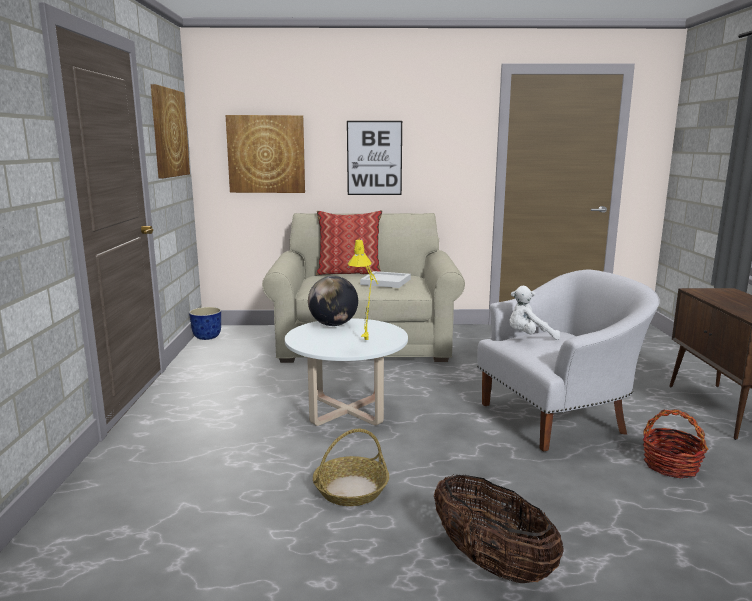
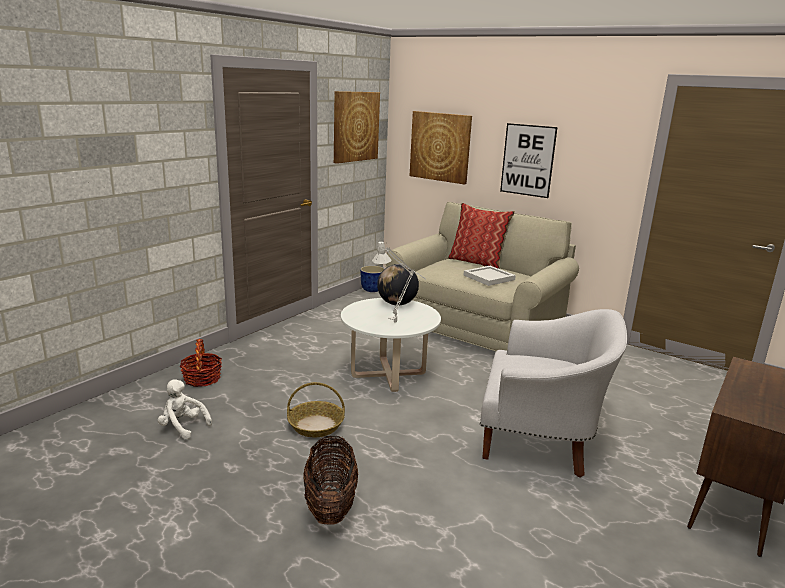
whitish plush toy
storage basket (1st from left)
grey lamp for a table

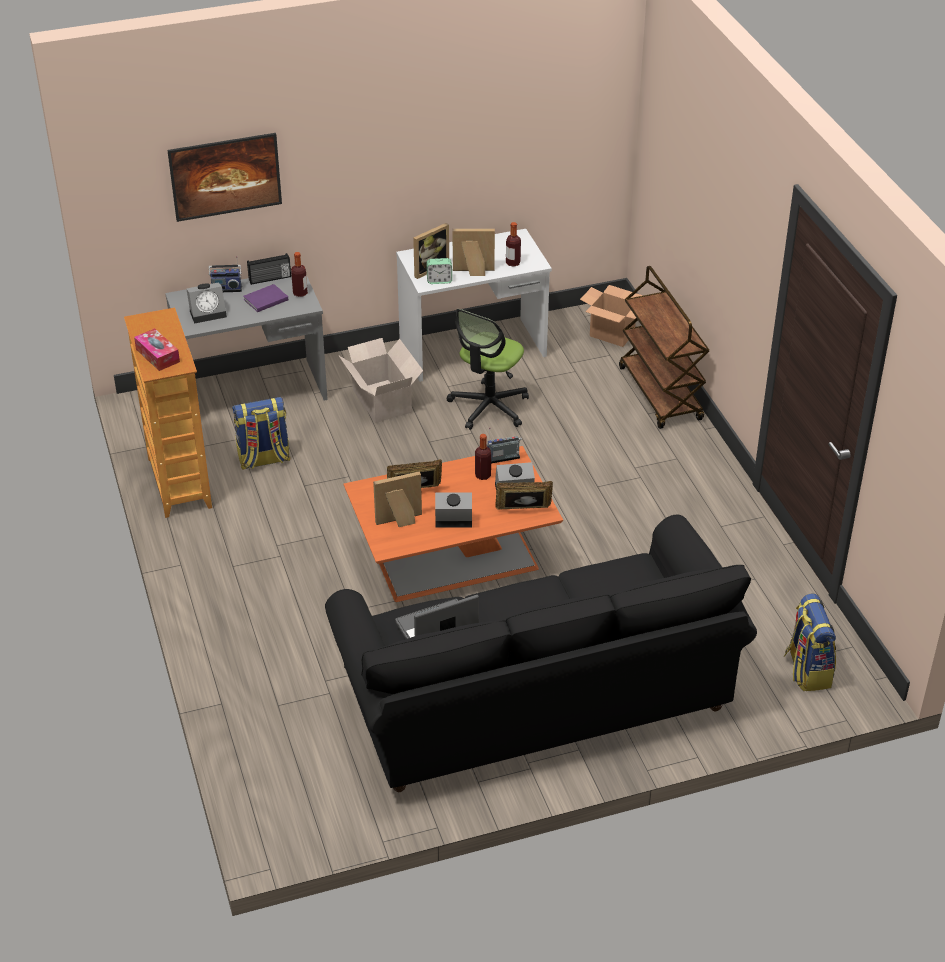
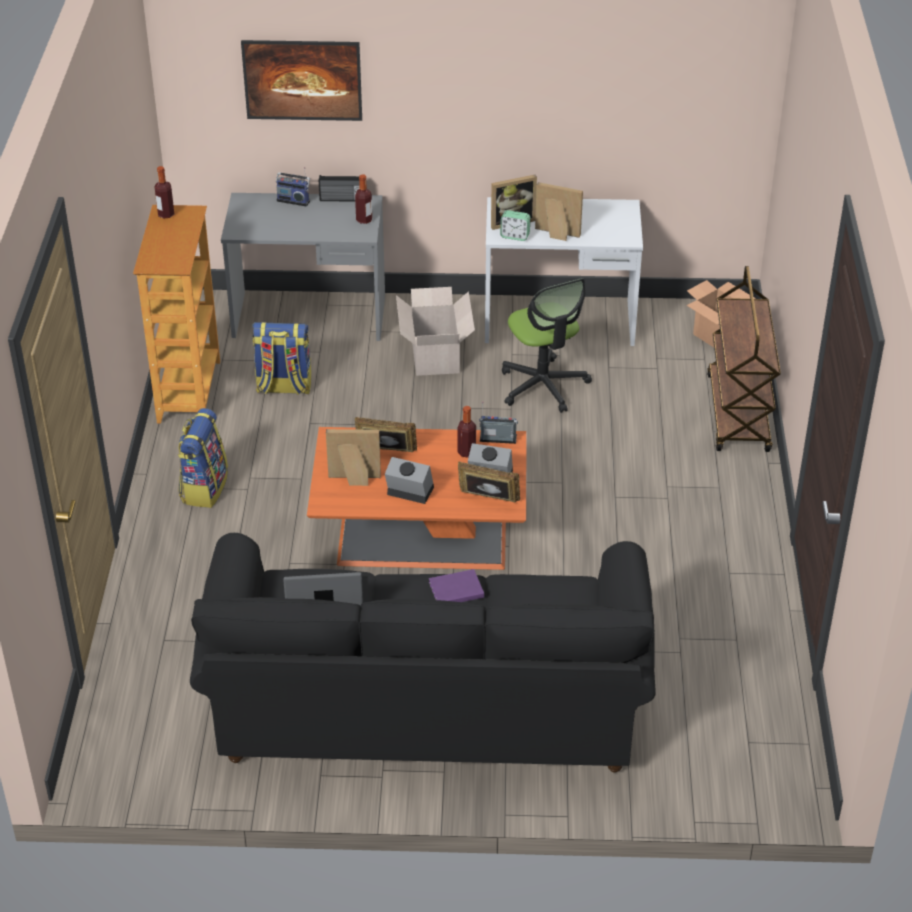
tissue box
alarm clock (1st from left in the first image)
purple bound book
beverage bottle (1st from left)
backpack (1st from left)
office chair

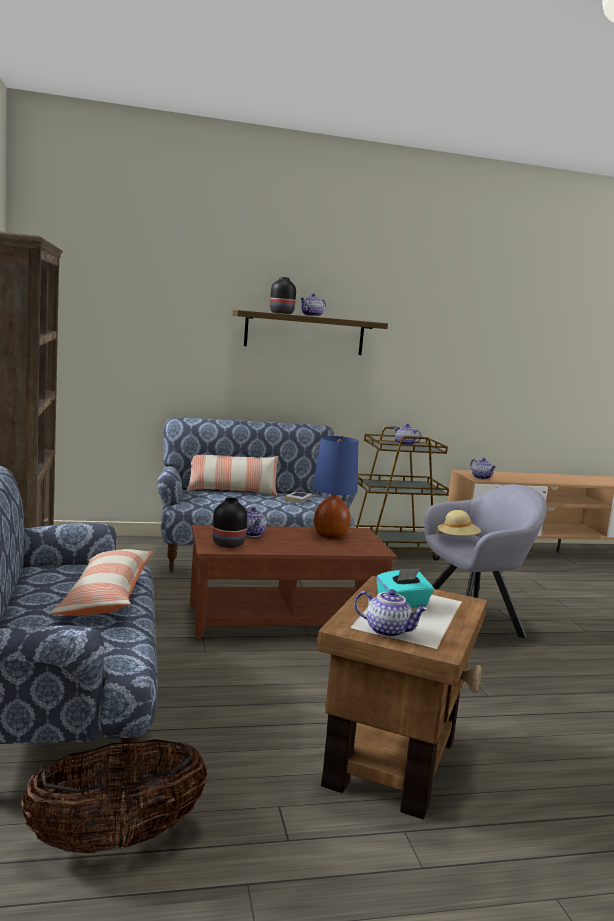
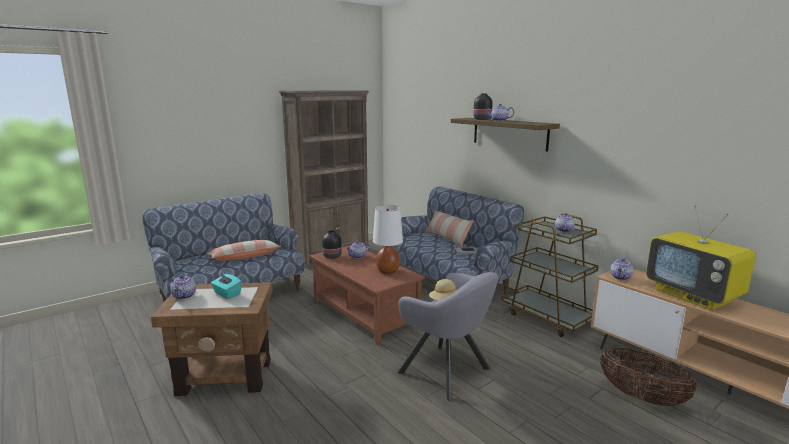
television
storage basket
whitish lamp for a table

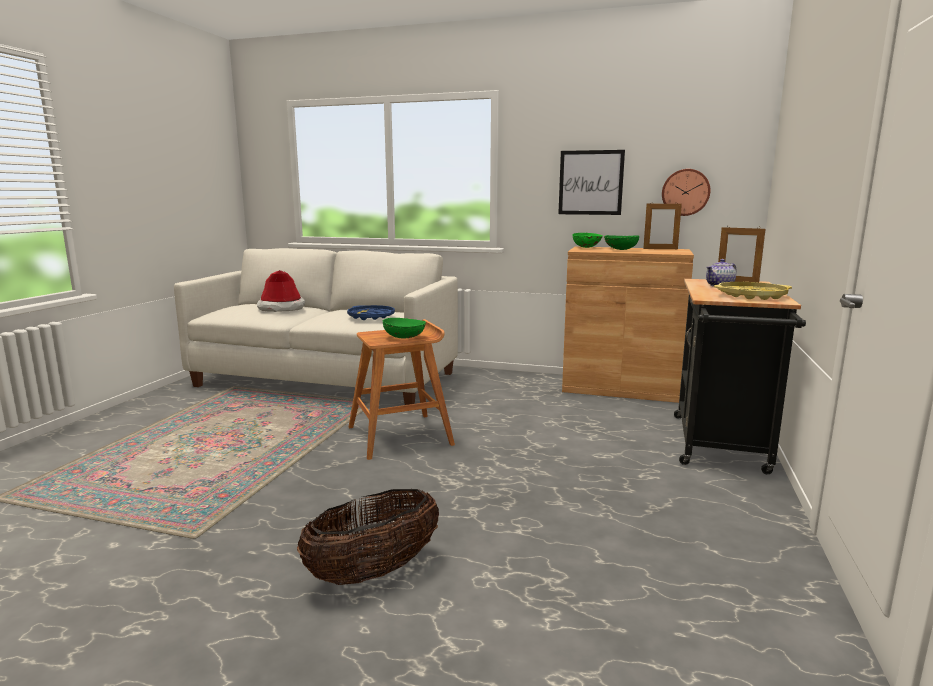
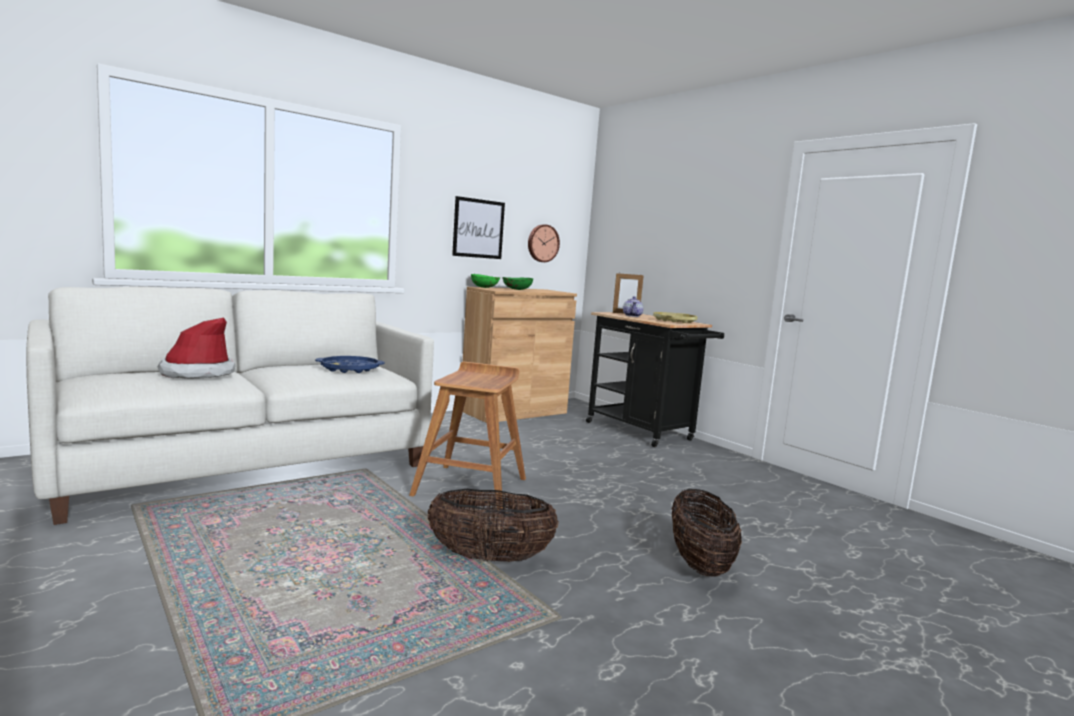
greenish bowl (1st from left in the first image)
photo frame (1st from left in the first image)
storage basket (1st from left)

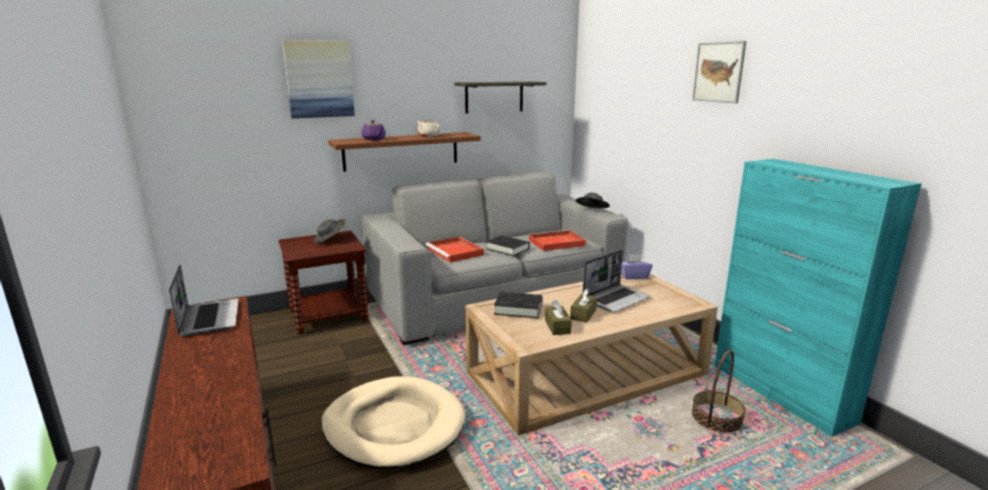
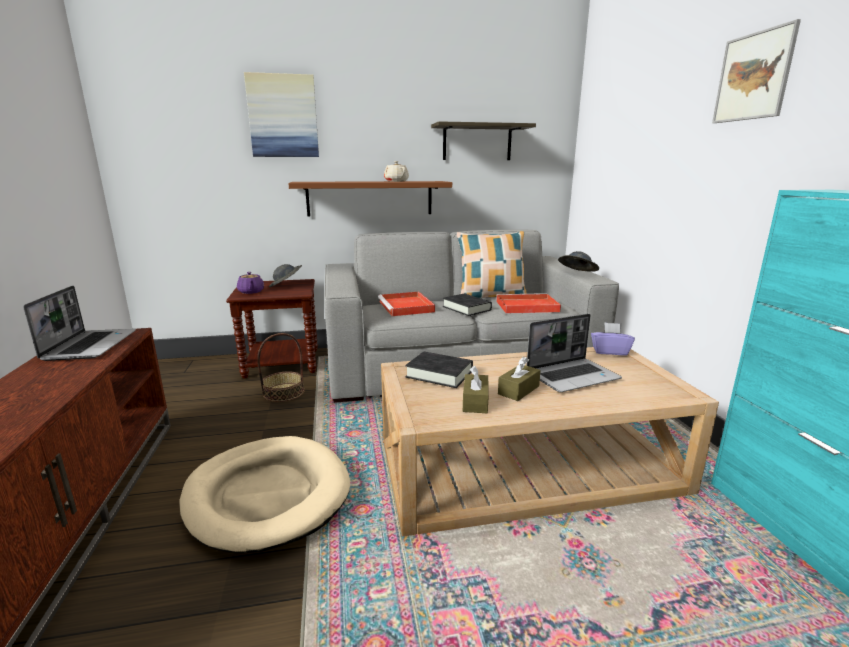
cushion
purple pot for tea
storage basket

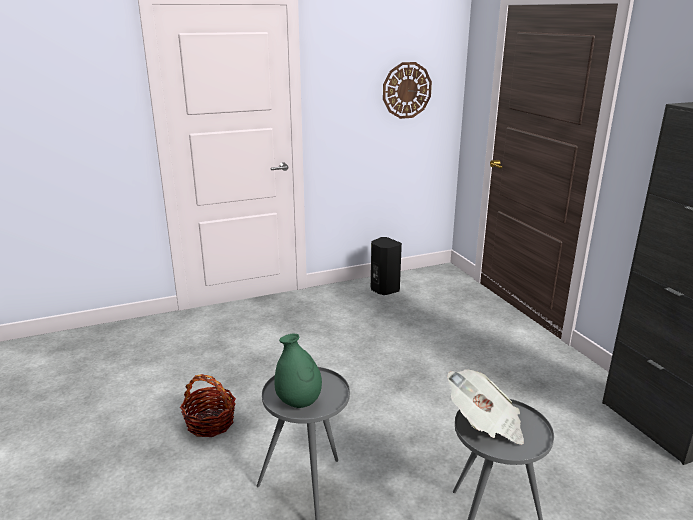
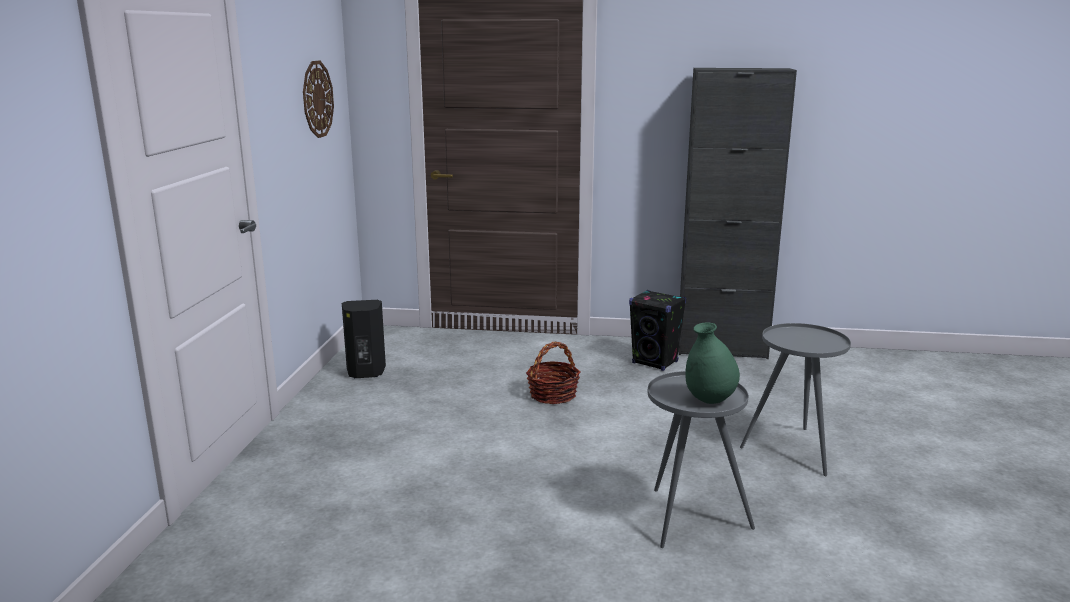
printed paper
blackish audio speaker (2nd from left)
storage basket

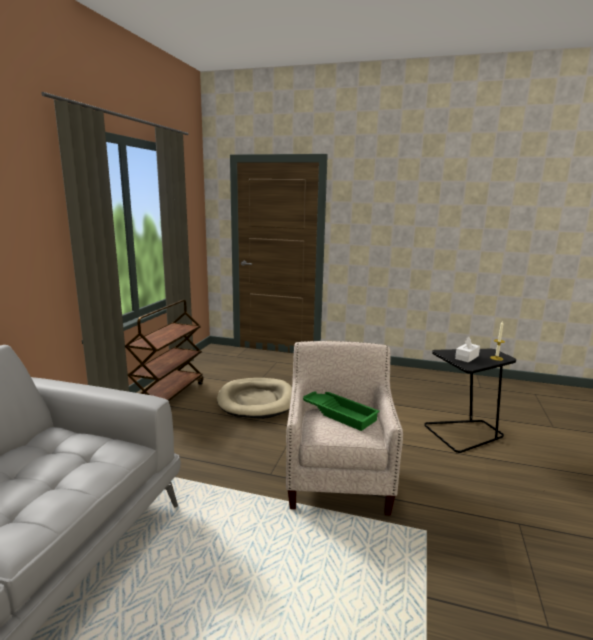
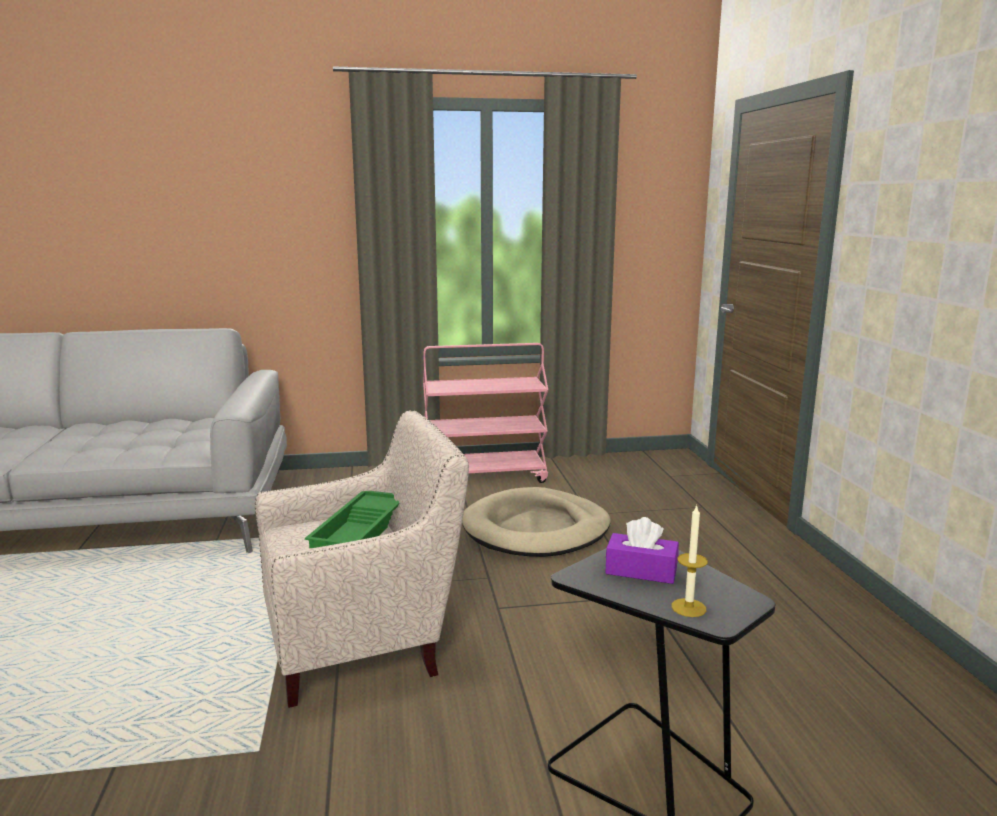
pinkish cart
purple tissue box

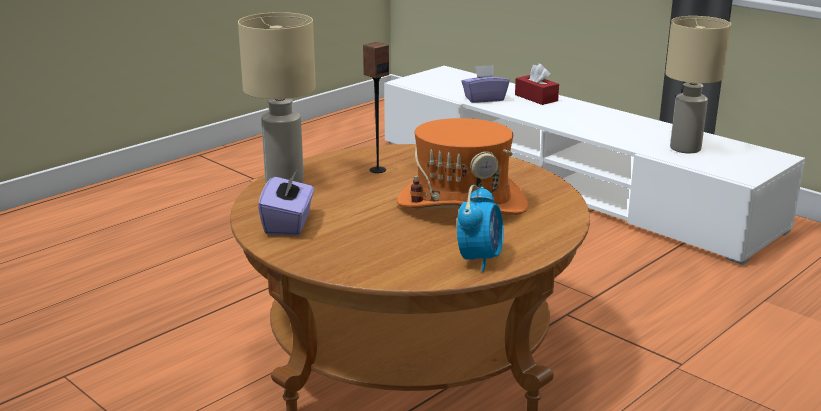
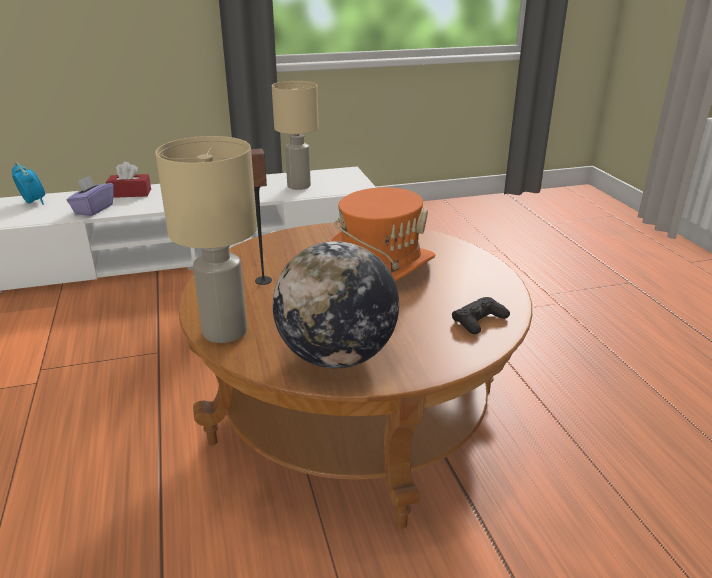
blackish game controller
alarm clock
globe

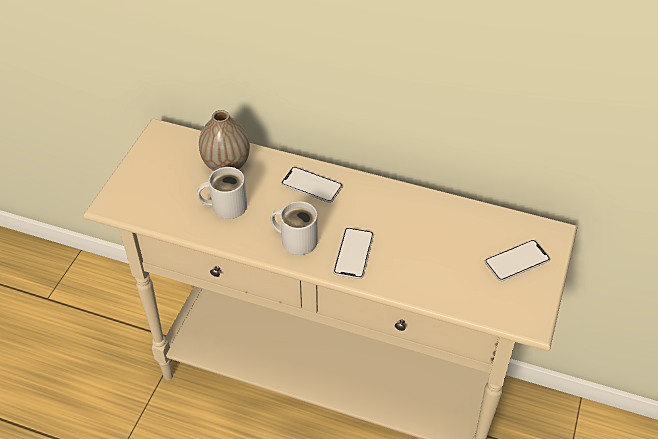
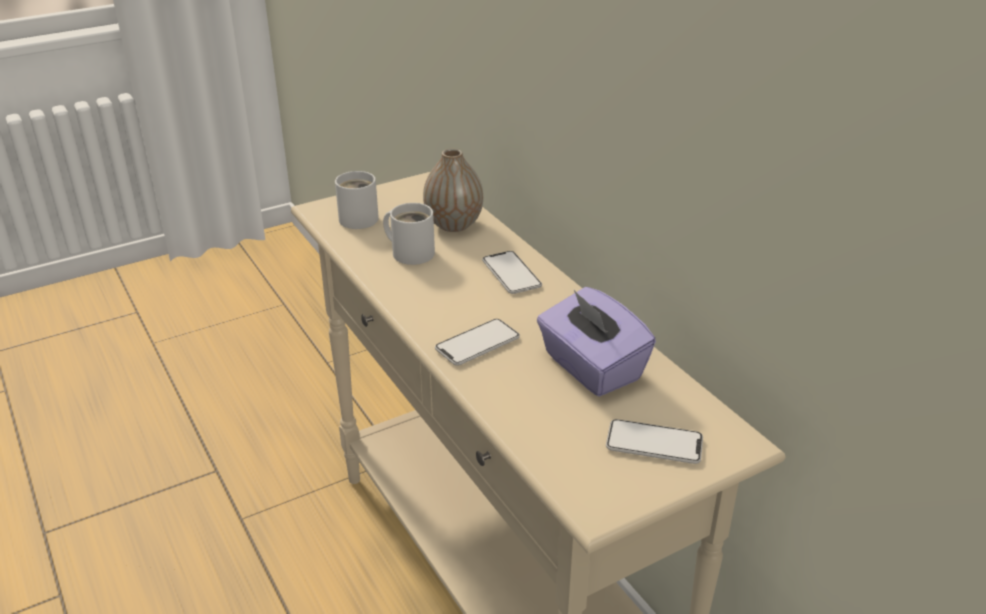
purple tissue box
whitish tea mug (1st from left)

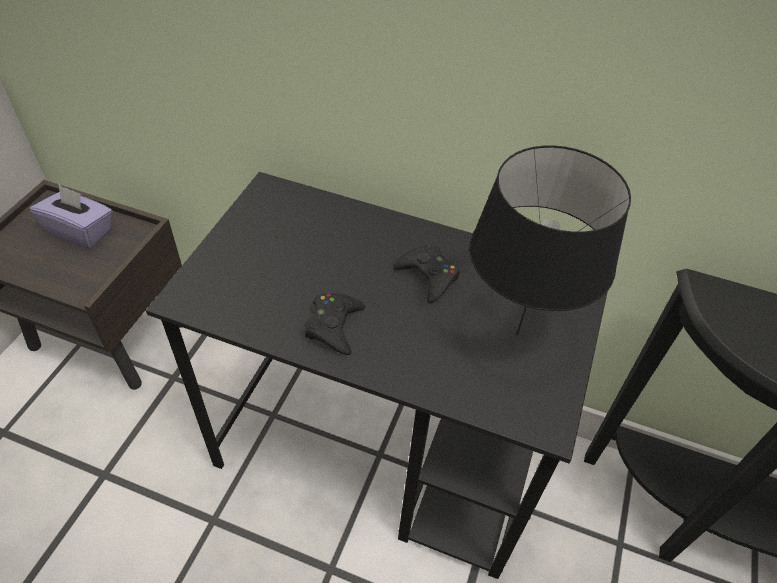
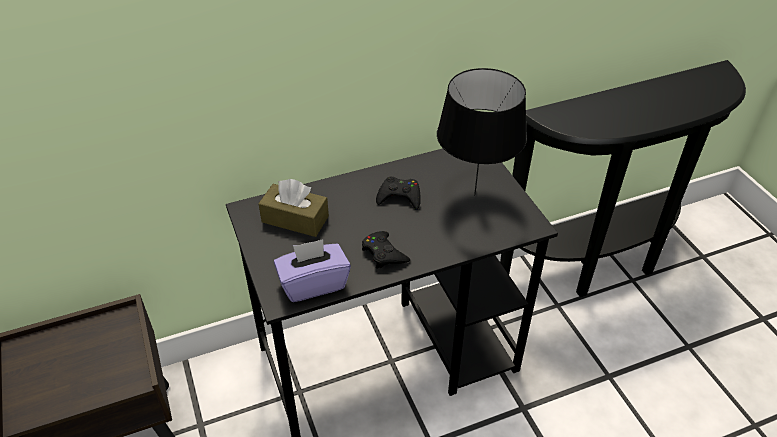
brownish tissue box
purple tissue box

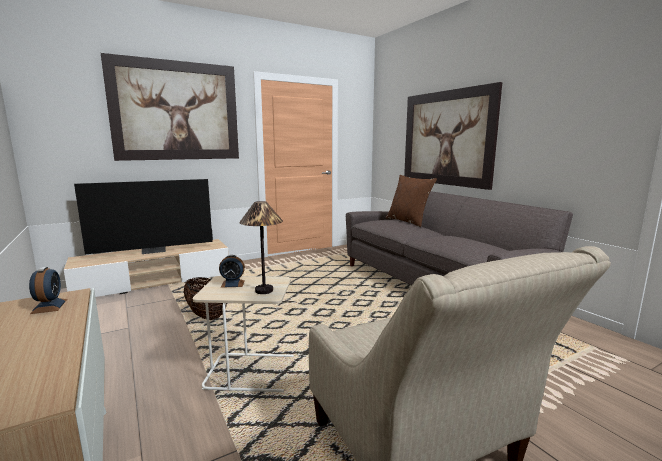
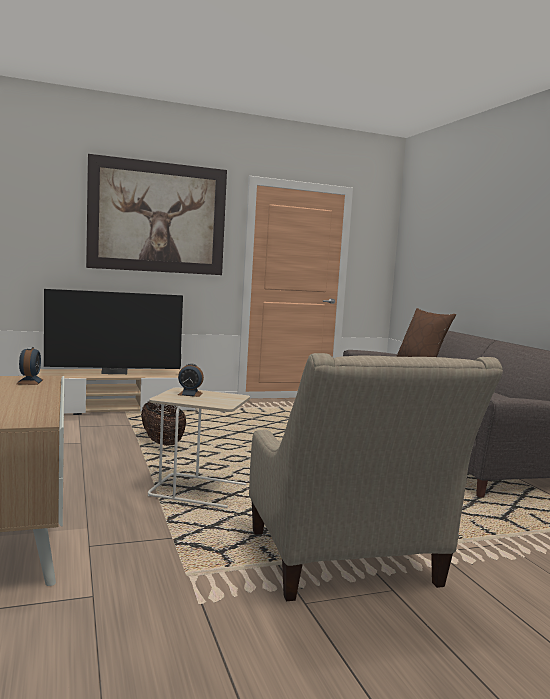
lamp for a table
picture (2nd from left in the first image)

